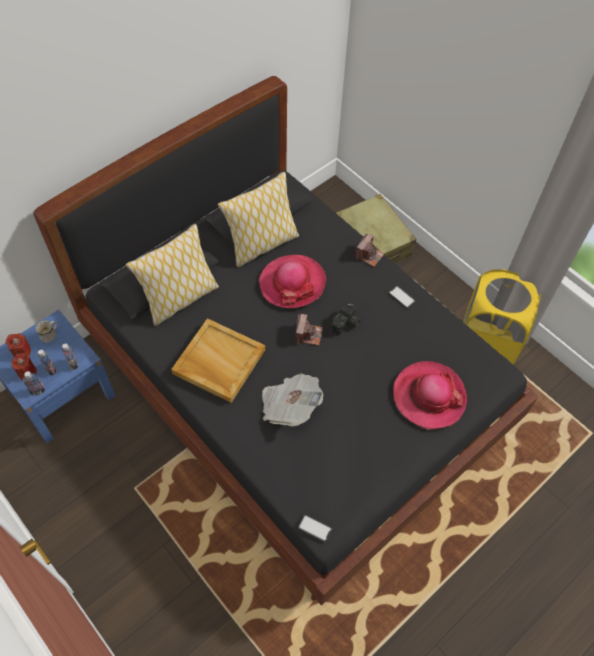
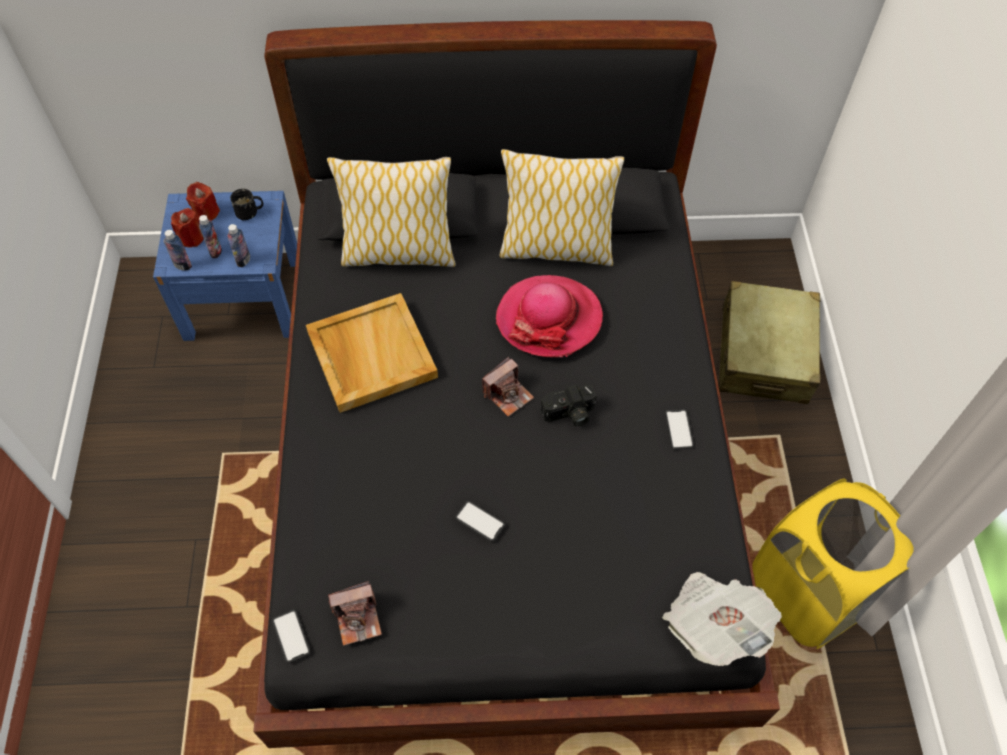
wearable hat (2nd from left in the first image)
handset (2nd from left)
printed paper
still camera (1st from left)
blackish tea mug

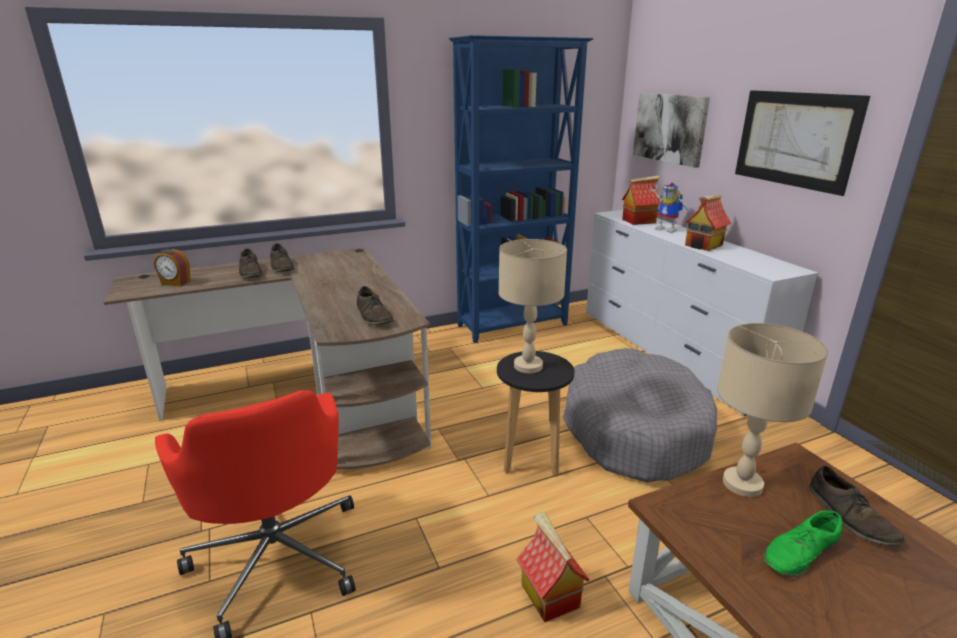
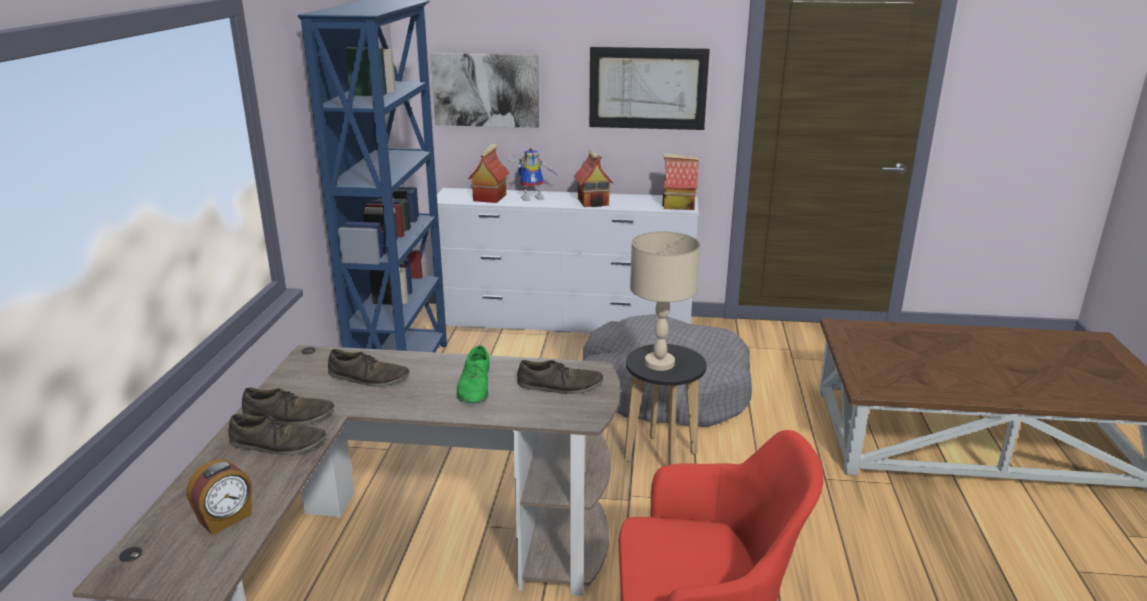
beige-coloured lamp for a table (2nd from left in the first image)
toy house (3rd from left)
greenish low shoe
brownish low shoe (3rd from left)

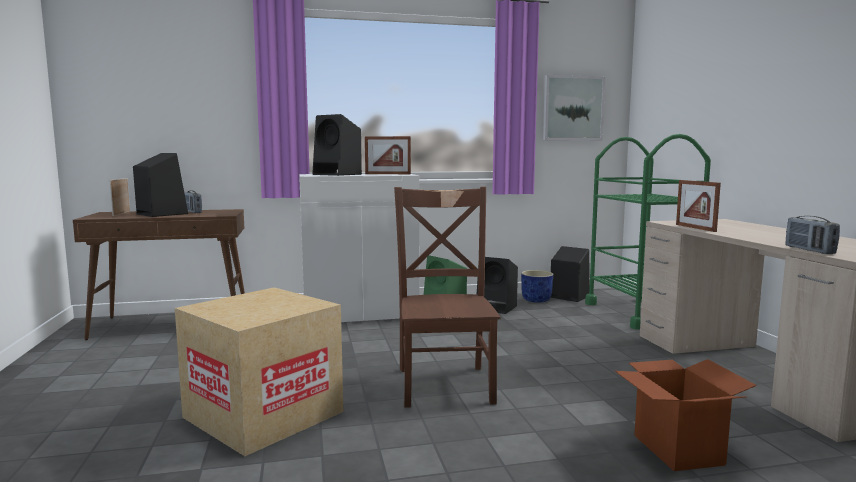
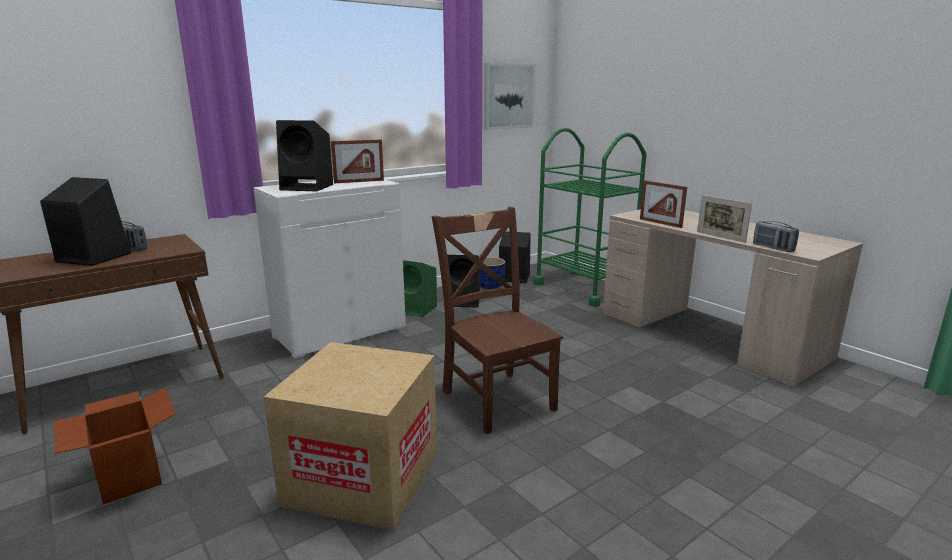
photo frame (3rd from left)
cardboard box (1st from left)

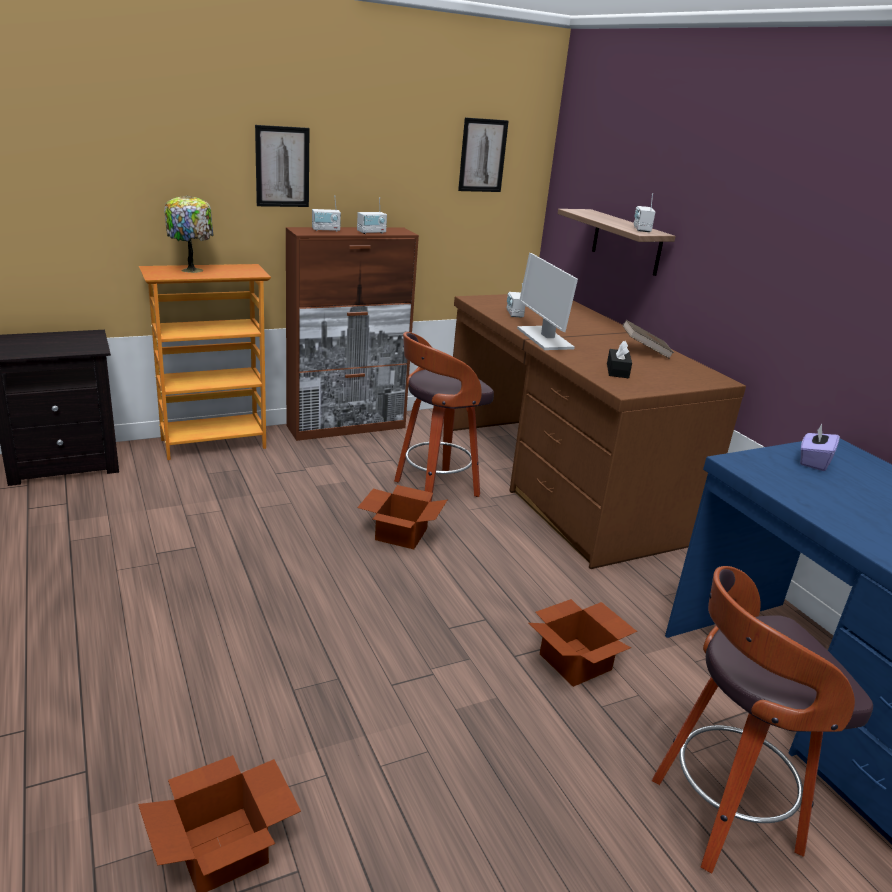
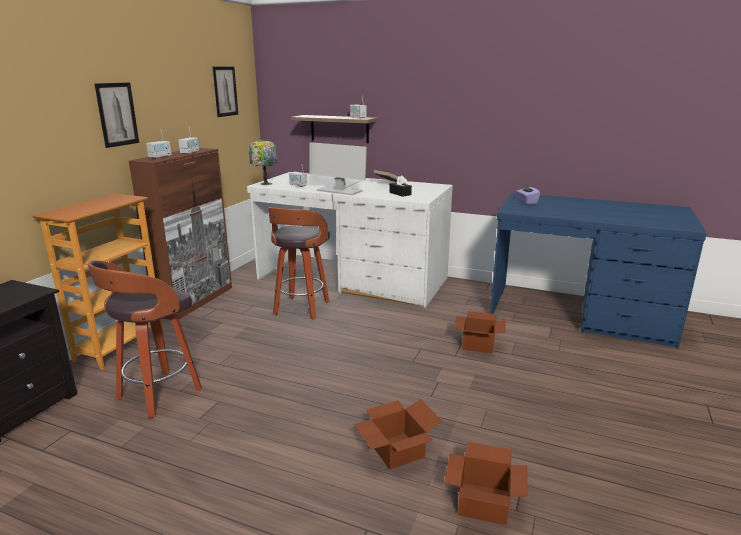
lamp for a table
cardboard box (1st from left)
stool (1st from left)
whitish desk unit

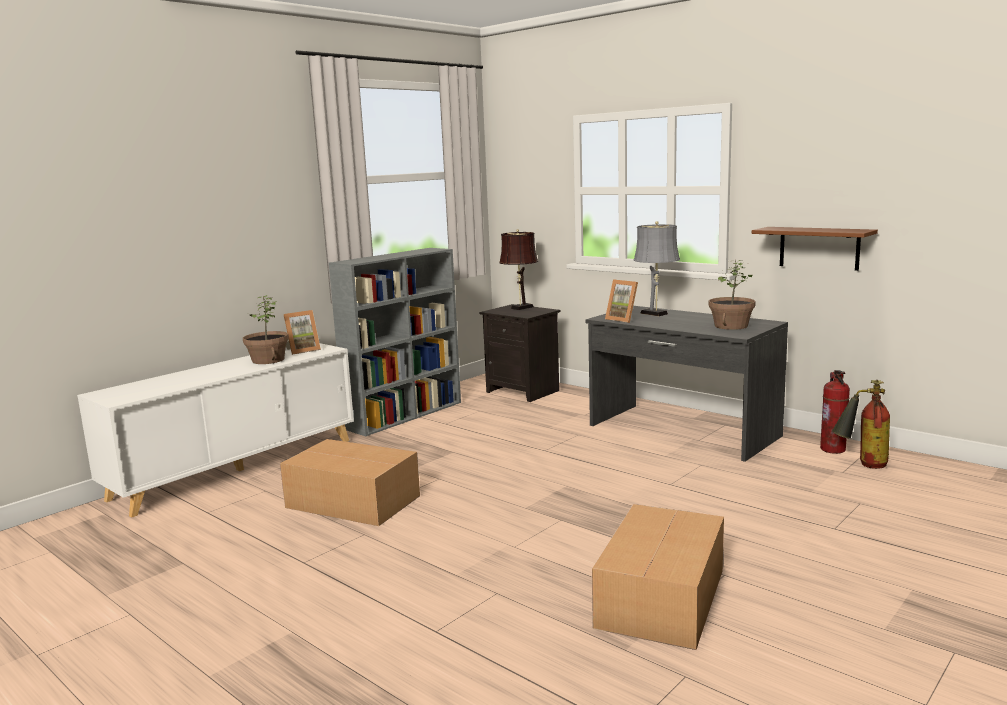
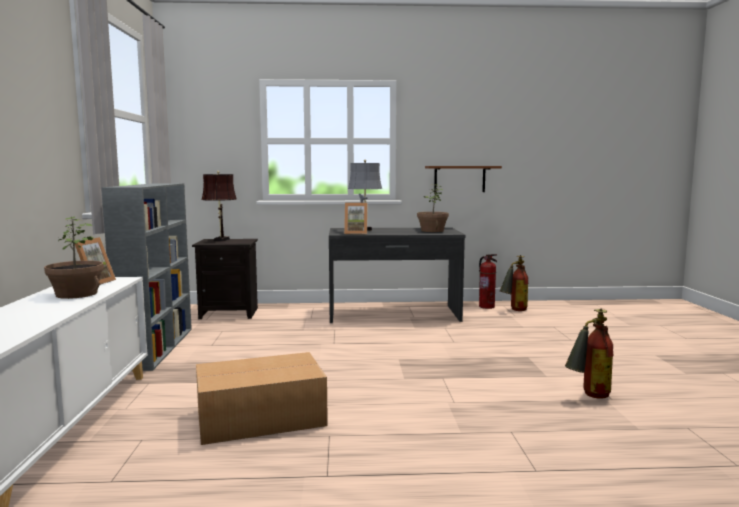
fire-fighting cylinder (3rd from left)

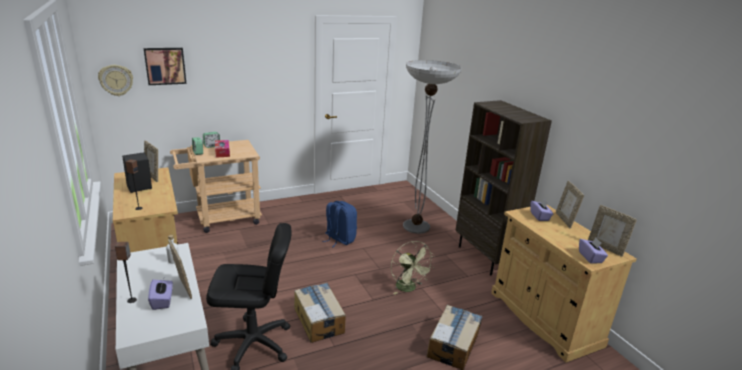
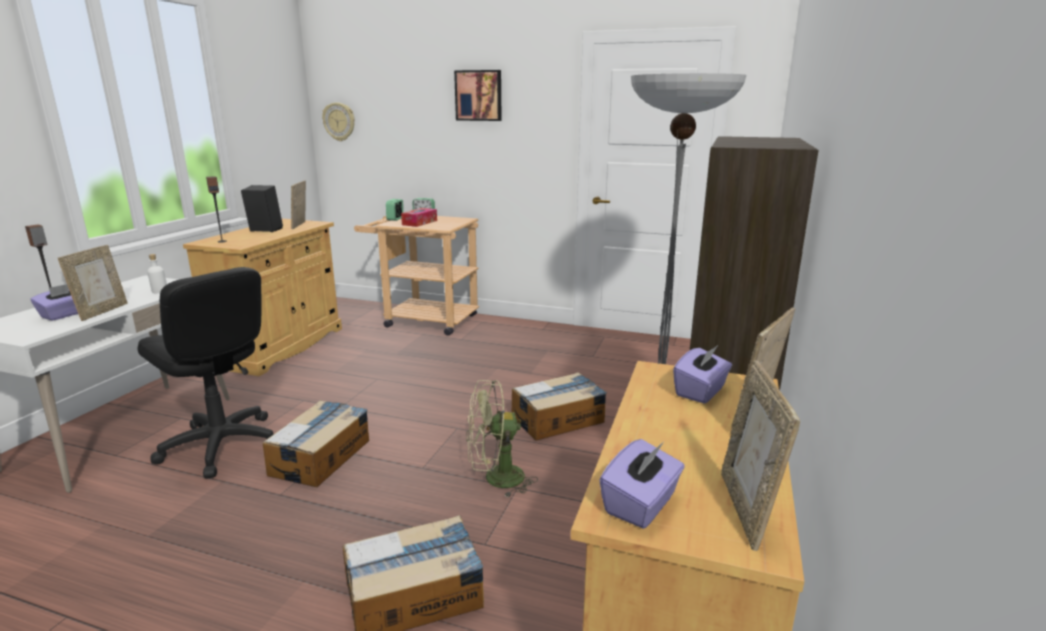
bluish backpack
cardboard box (3rd from left)
picture
greenish electric fan

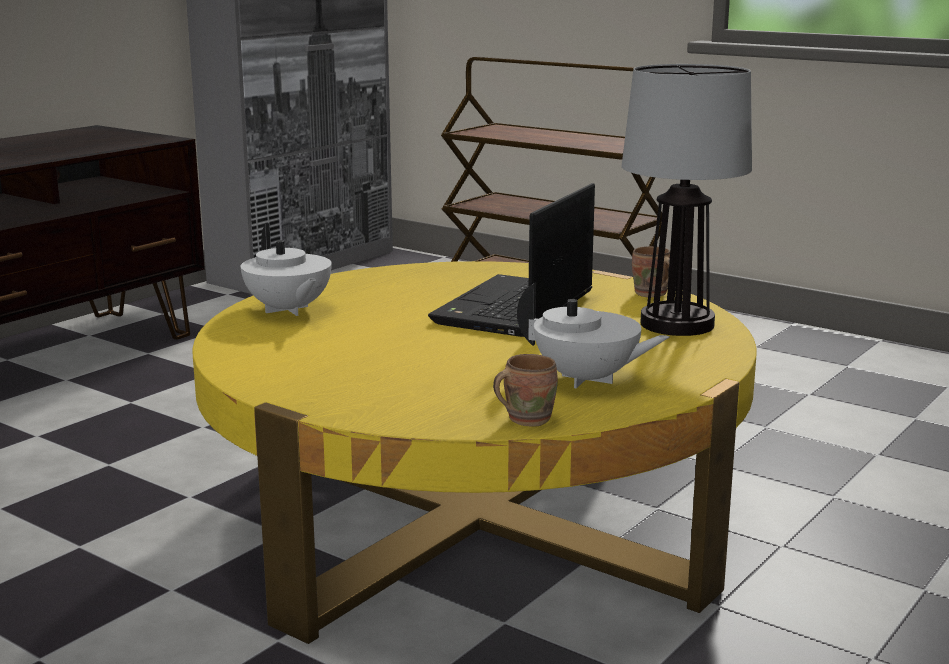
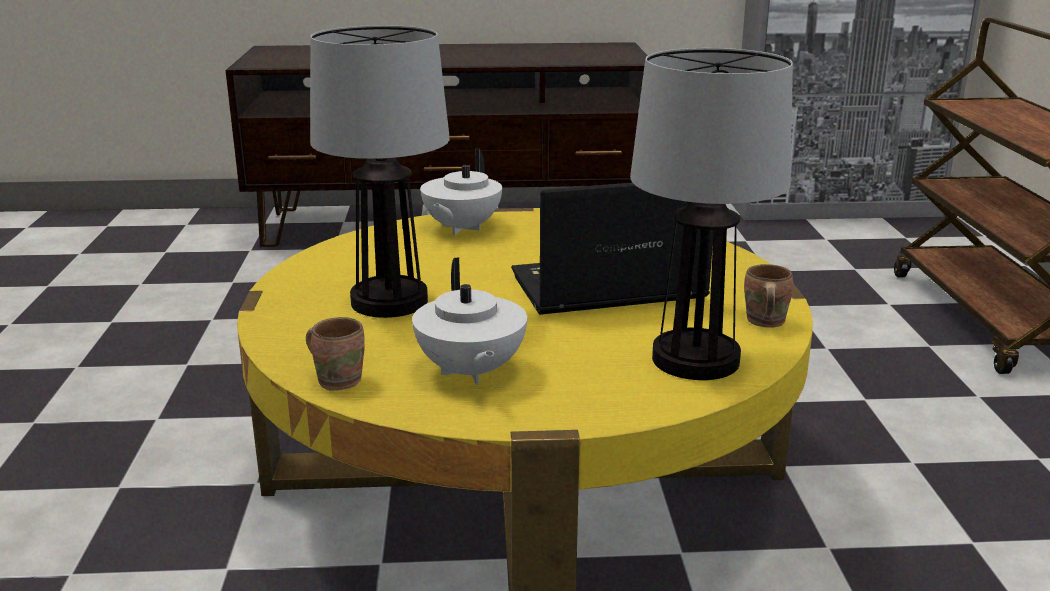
lamp for a table (1st from left)

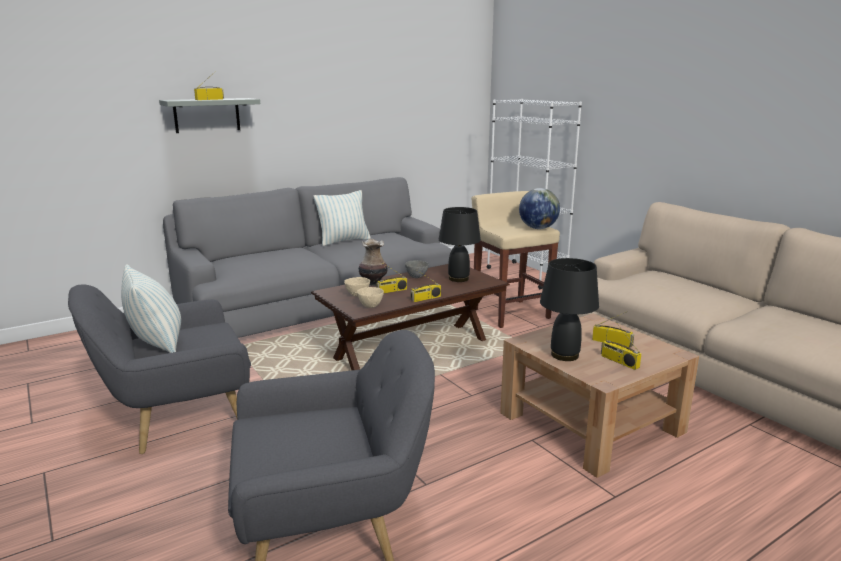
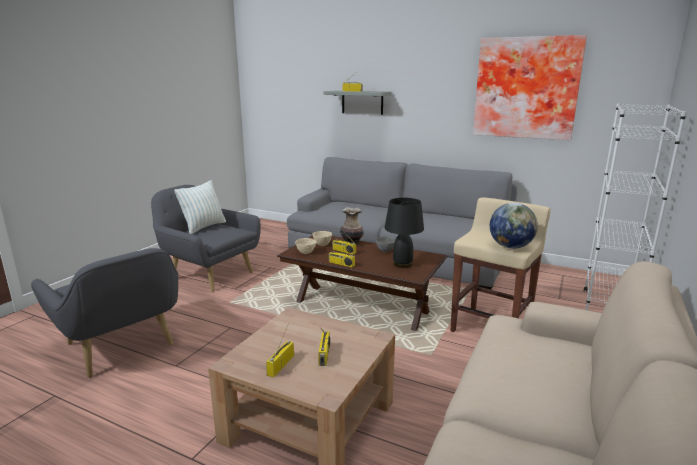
cushion (2nd from left in the first image)
blackish lamp for a table (2nd from left in the first image)
picture

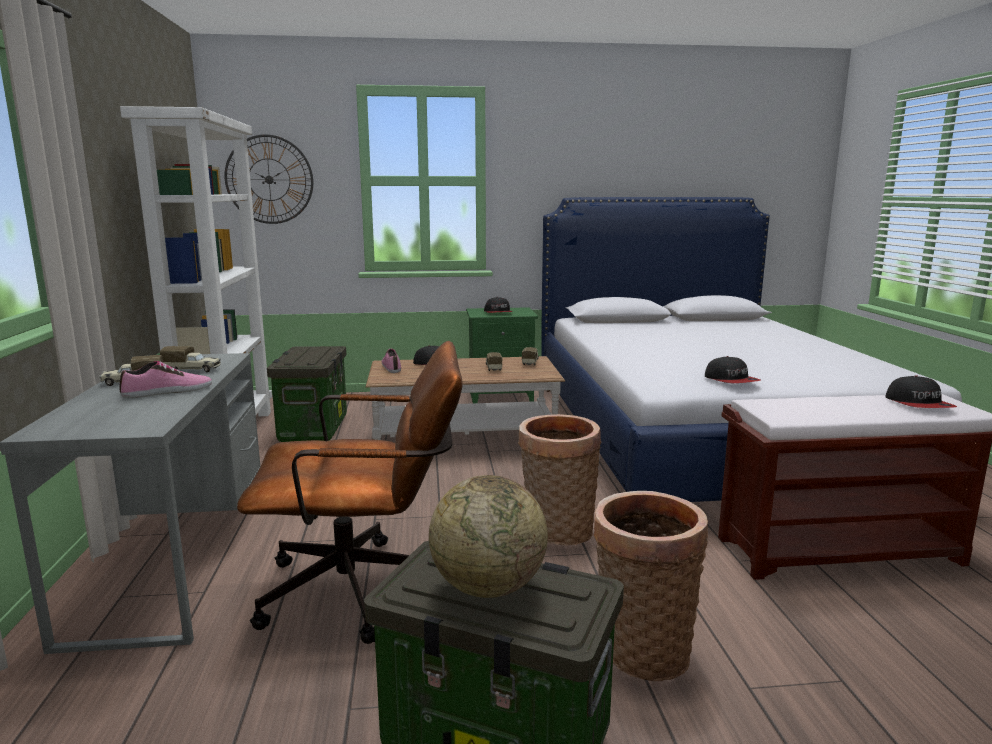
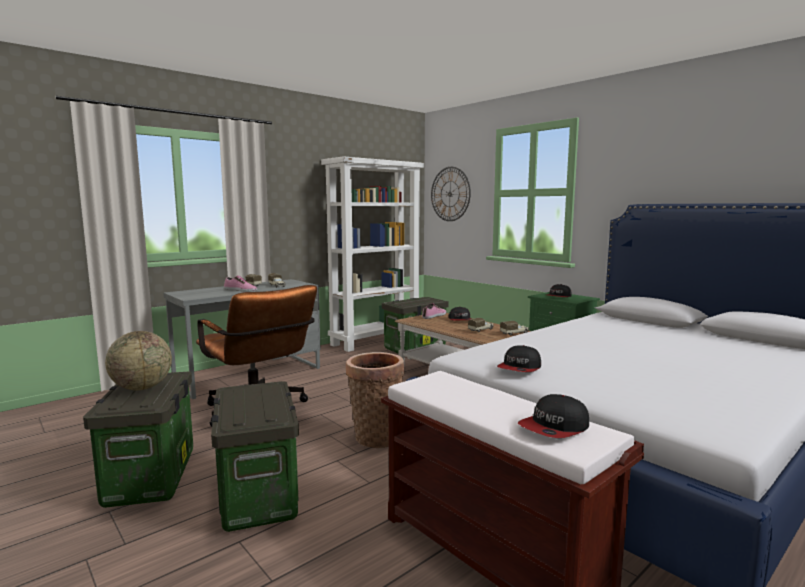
storage container (2nd from left)

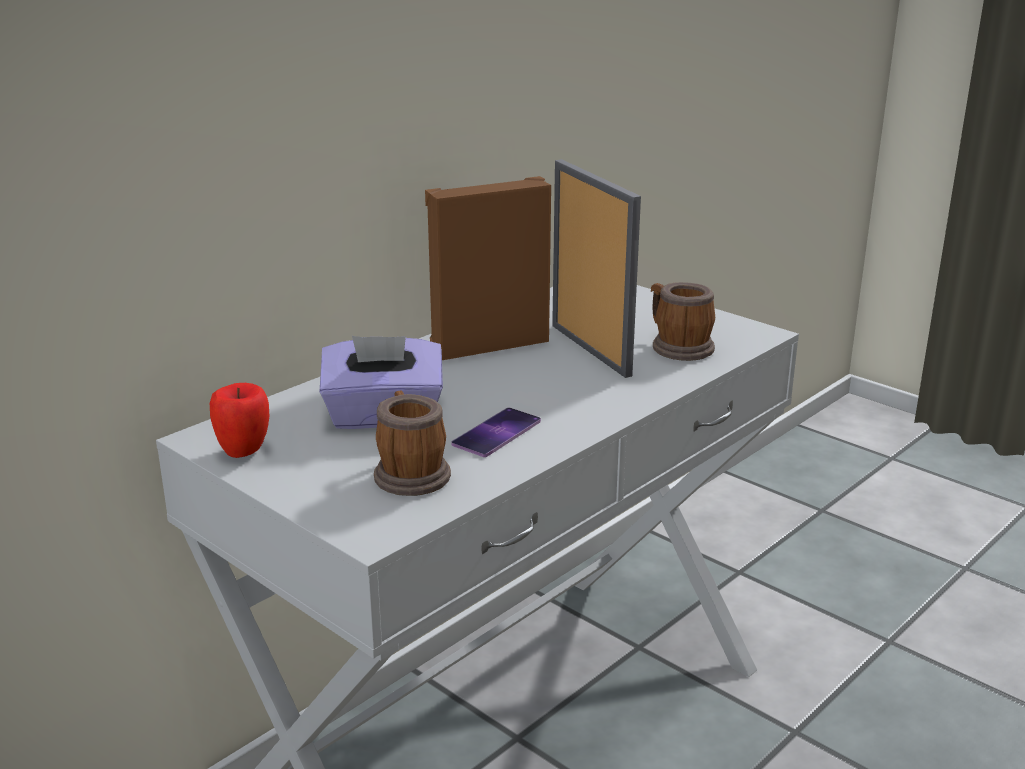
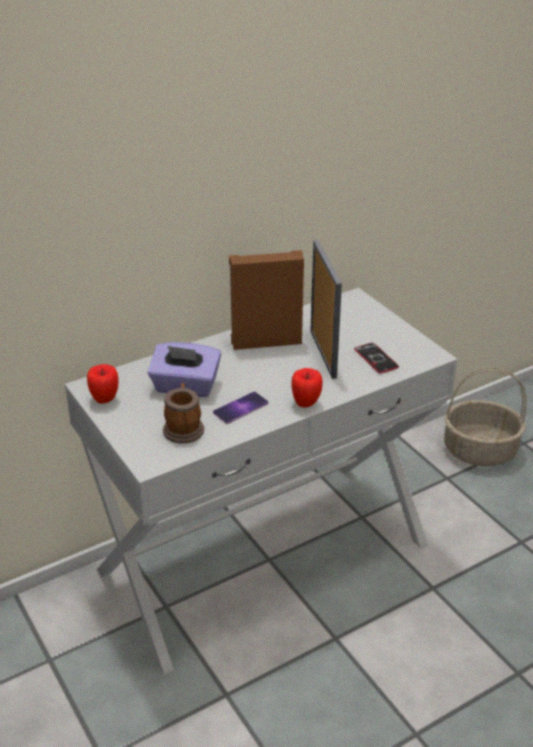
apple (2nd from left)
storage basket
handset (2nd from left)

